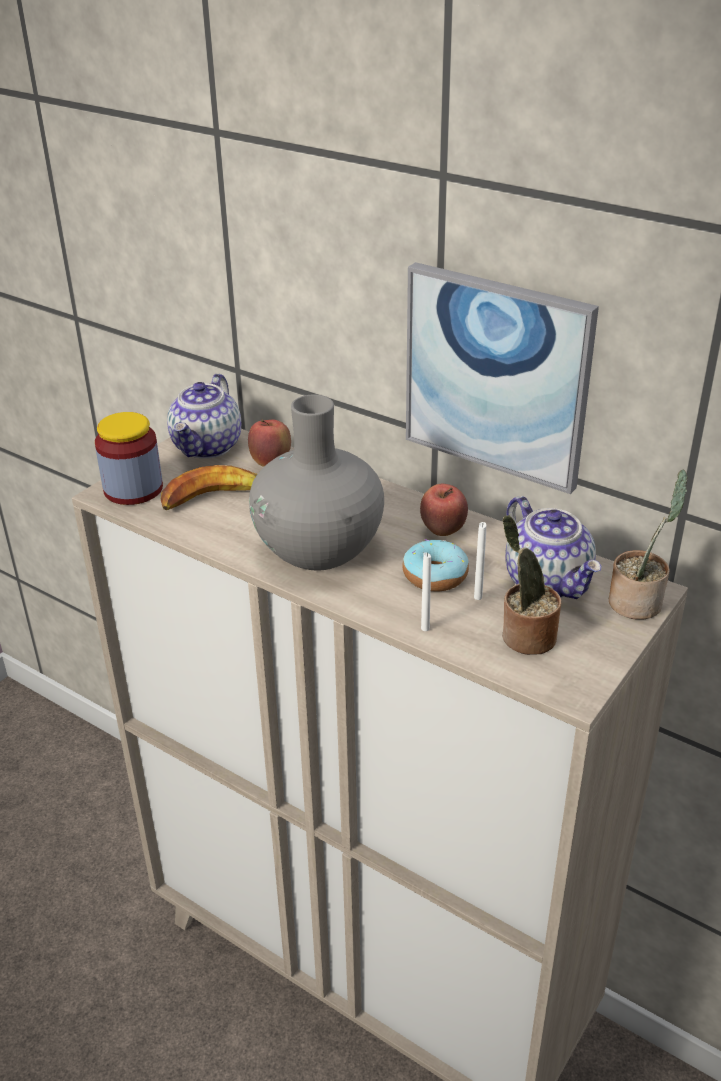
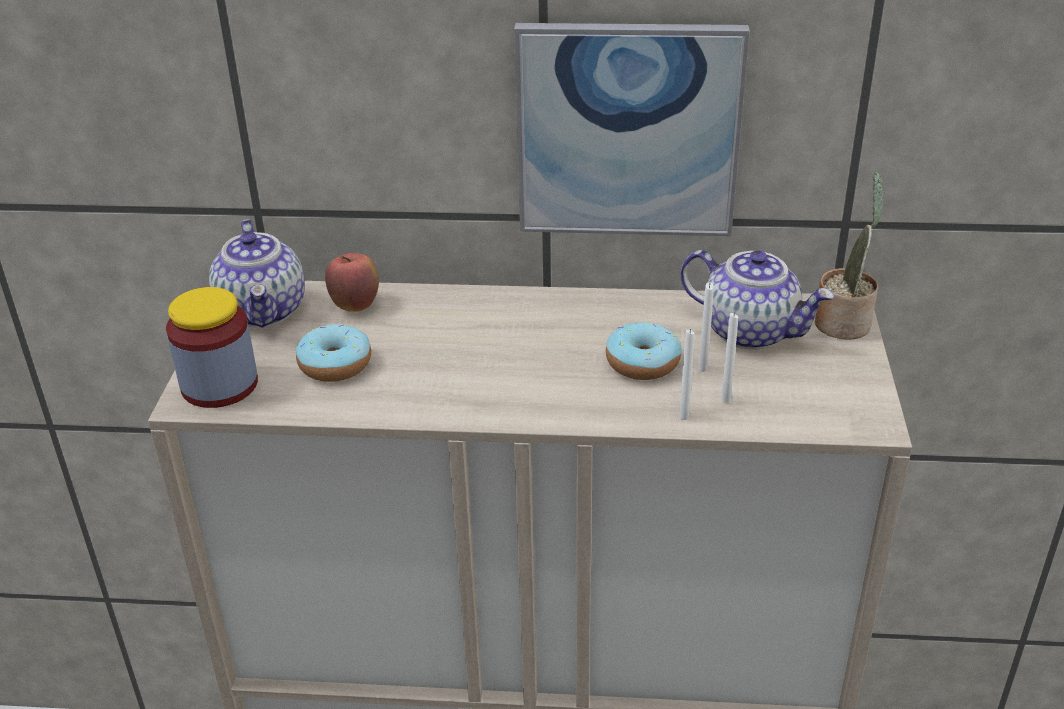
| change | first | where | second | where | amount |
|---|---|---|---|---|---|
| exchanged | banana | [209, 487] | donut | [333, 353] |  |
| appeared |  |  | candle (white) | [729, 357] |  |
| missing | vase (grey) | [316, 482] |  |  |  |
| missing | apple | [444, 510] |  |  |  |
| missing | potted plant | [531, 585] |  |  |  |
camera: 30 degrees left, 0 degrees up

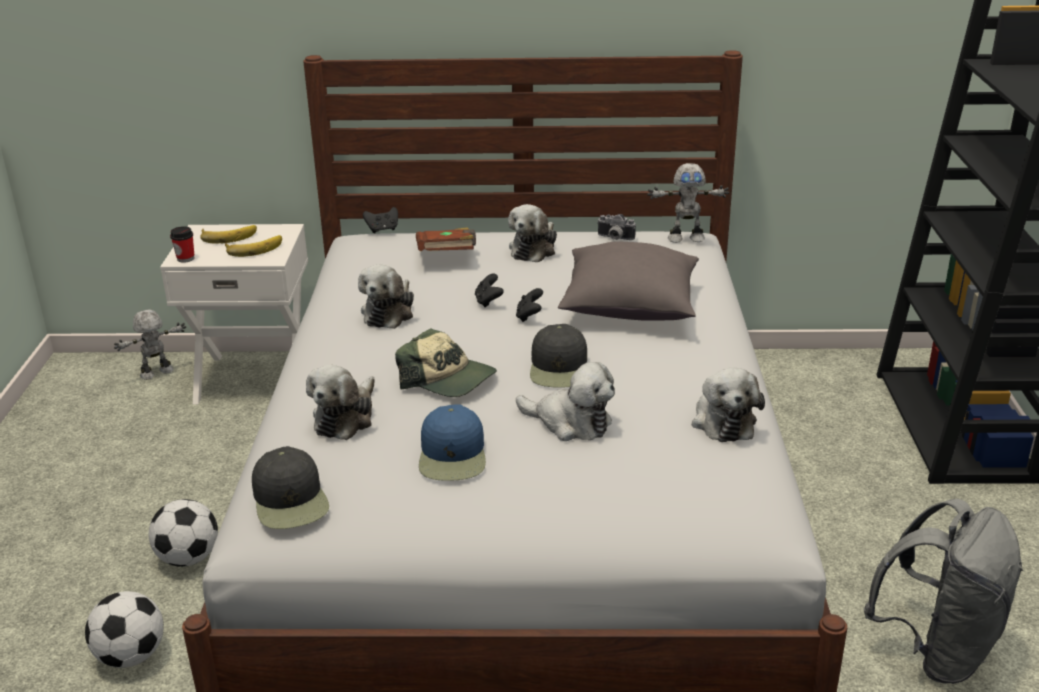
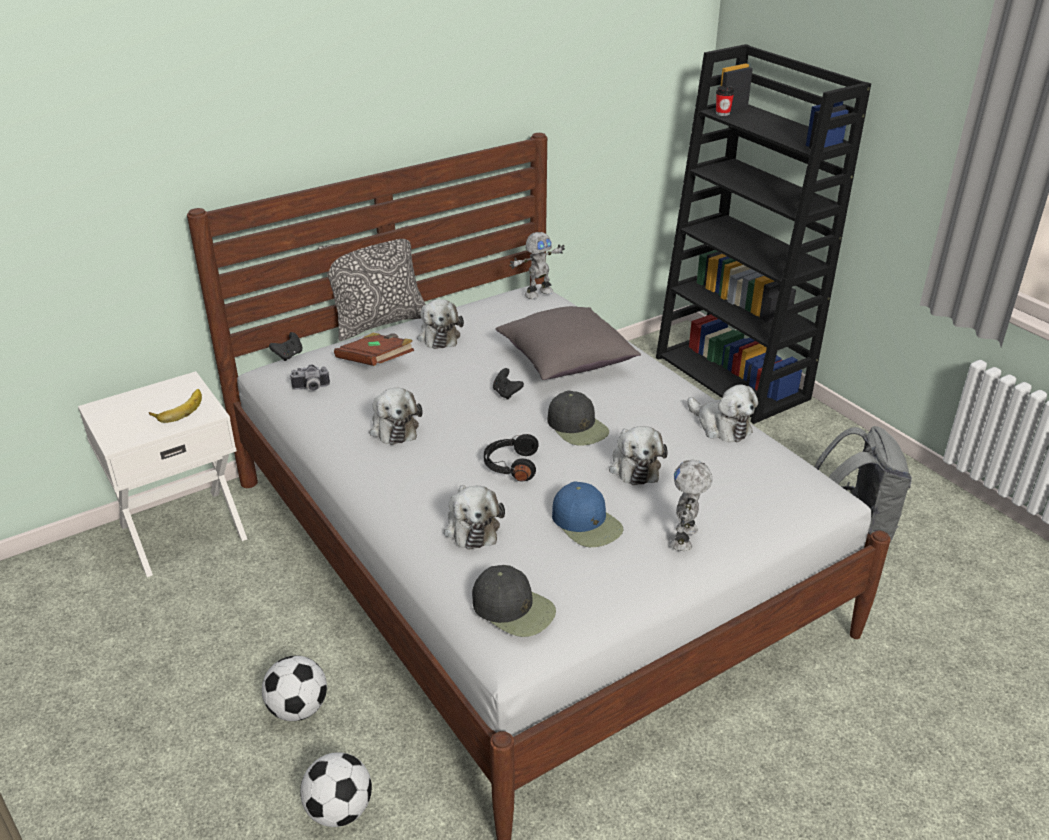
| change | first | where | second | where | amount |
|---|---|---|---|---|---|
| relocated | photo camera | [616, 227] |  | [310, 377] |  |
| appeared |  |  | pillow | [372, 283] |  |
| exchanged | cap | [446, 363] | headphones (black) | [511, 458] |  |
| spun | plush toy | [565, 401] |  | [638, 455] | 90 degrees clockwise |
| relocated | toy robot | [150, 345] |  | [691, 505] |  |
| relocated | cup | [182, 244] |  | [725, 101] |  |
| missing | banana | [228, 234] |  |  |  |
| missing | game controller (black) | [489, 290] |  |  |  |
camera: 35 degrees left, 5 degrees up

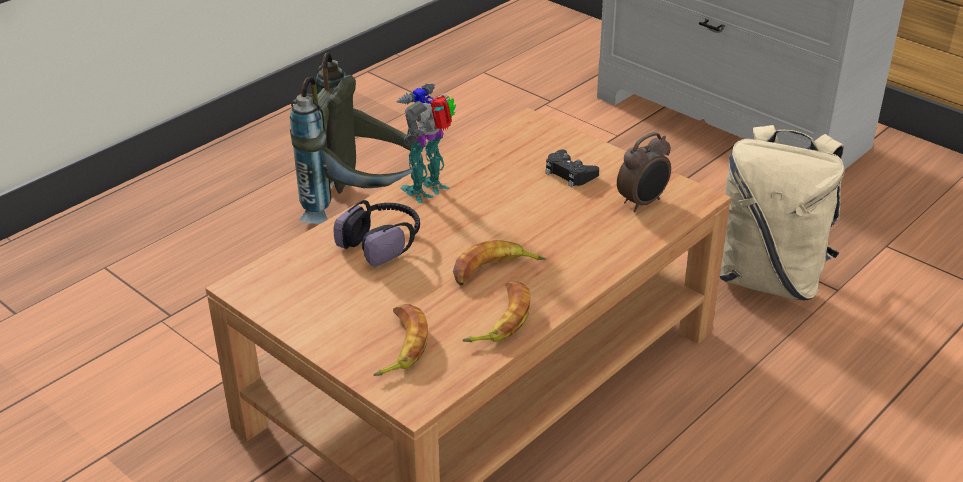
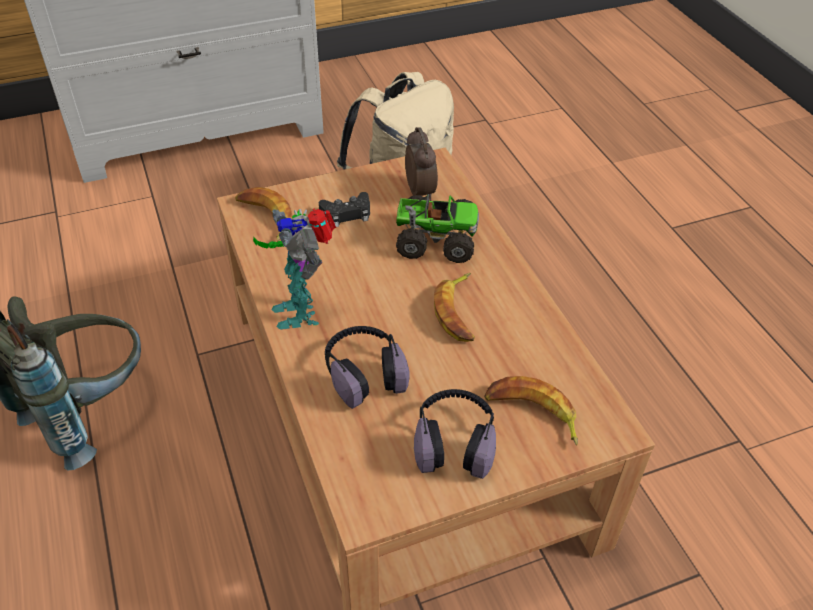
| change | first | where | second | where | amount |
|---|---|---|---|---|---|
| relocated | banana | [496, 311] |  | [263, 214] |  |
| appeared |  |  | toy truck | [437, 228] |  |
| appeared |  |  | headphones | [455, 434] |  |
camera: 65 degrees left, 10 degrees up

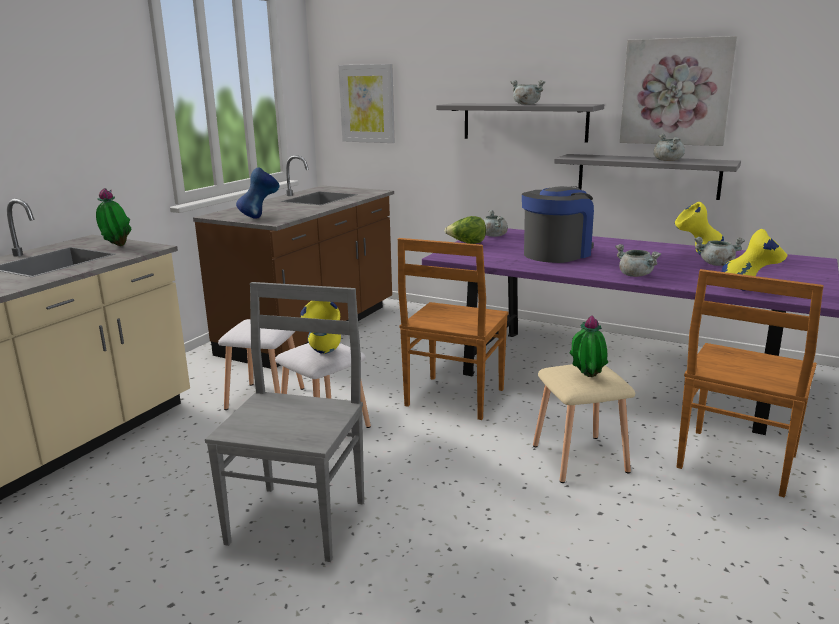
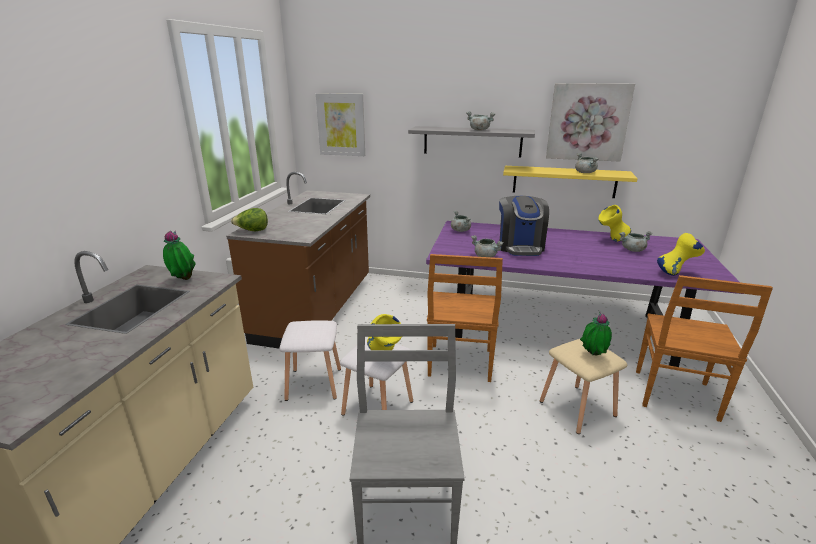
| change | first | where | second | where | amount |
|---|---|---|---|---|---|
| relocated | lettuce | [465, 230] |  | [249, 219] |  |
| relocated | cooking pot (grey) | [638, 260] |  | [487, 246] |  |
| spun | coffee machine | [558, 224] |  | [524, 226] | 150 degrees clockwise |
| colour | shelf (grey) | [647, 177] | shelf (yellow) | [570, 182] |  |
| missing | vase (blue) | [257, 193] |  |  |  |
camera: 15 degrees left, 5 degrees up

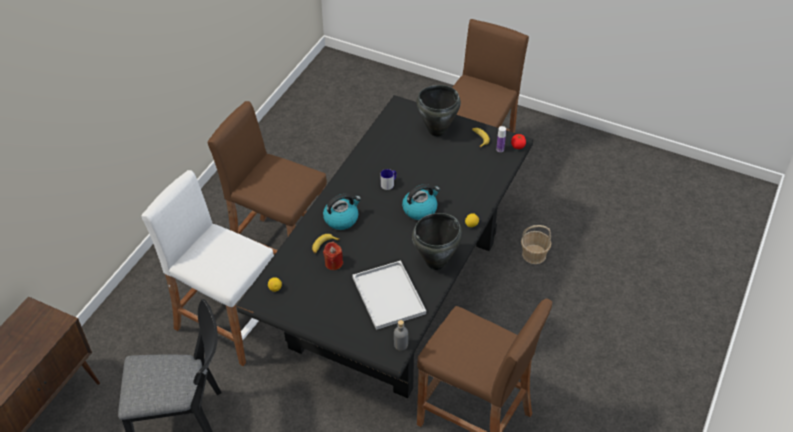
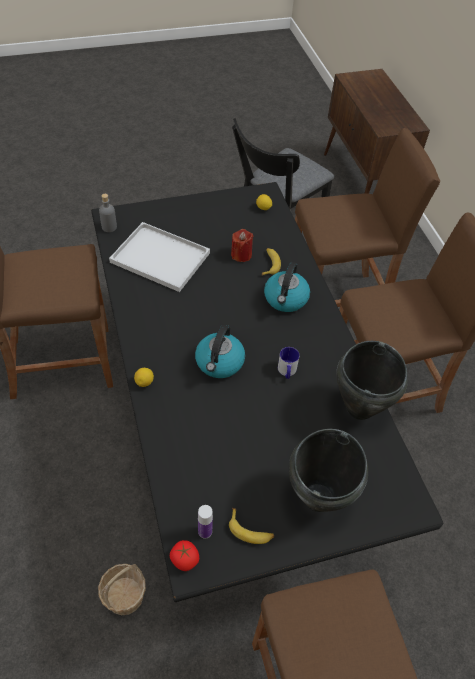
| change | first | where | second | where | amount |
|---|---|---|---|---|---|
| colour | stool (white) | [207, 268] | stool (brown) | [367, 217] |  |
| relocated | cooking pot (black) | [437, 241] |  | [372, 380] |  |
camera: 135 degrees right, 5 degrees up

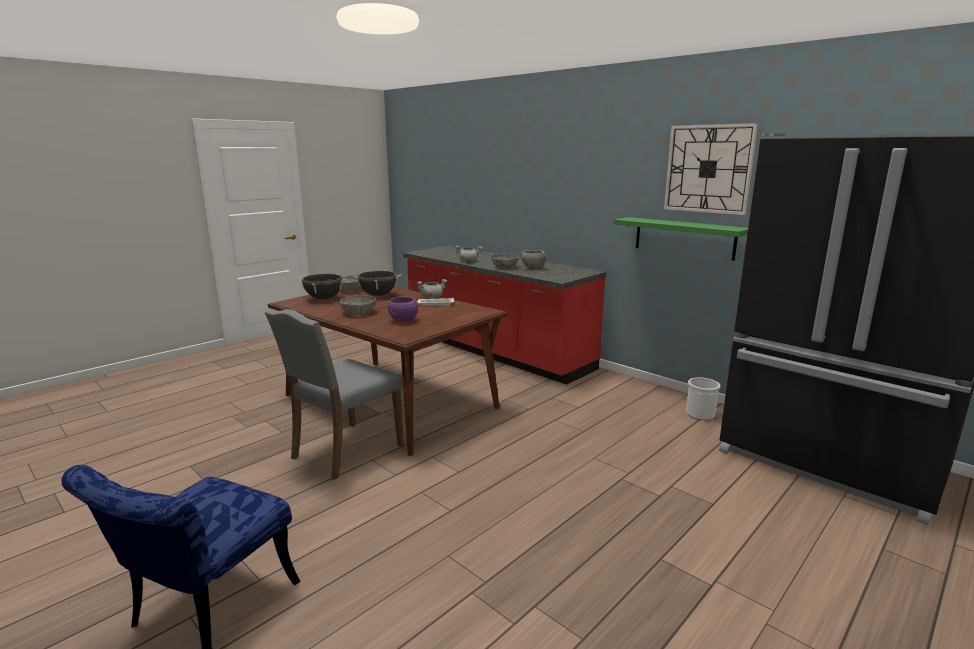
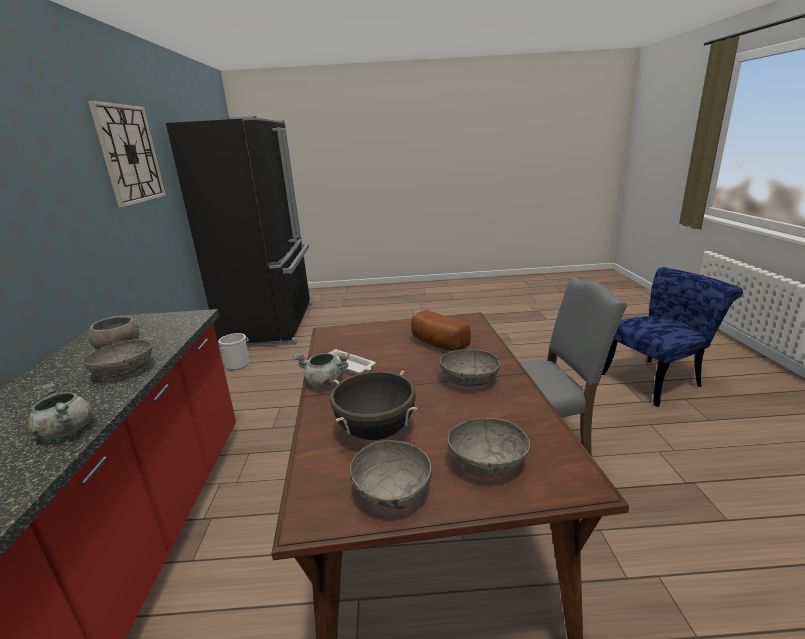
| change | first | where | second | where | amount |
|---|---|---|---|---|---|
| exchanged | bowl (purple) | [403, 309] | bread | [441, 330] |  |
| exchanged | cooking pot (black) | [322, 286] | bowl (grey) | [489, 447] |  |
| missing | shelf (green) | [681, 239] |  |  |  |
camera: 135 degrees left, 5 degrees up

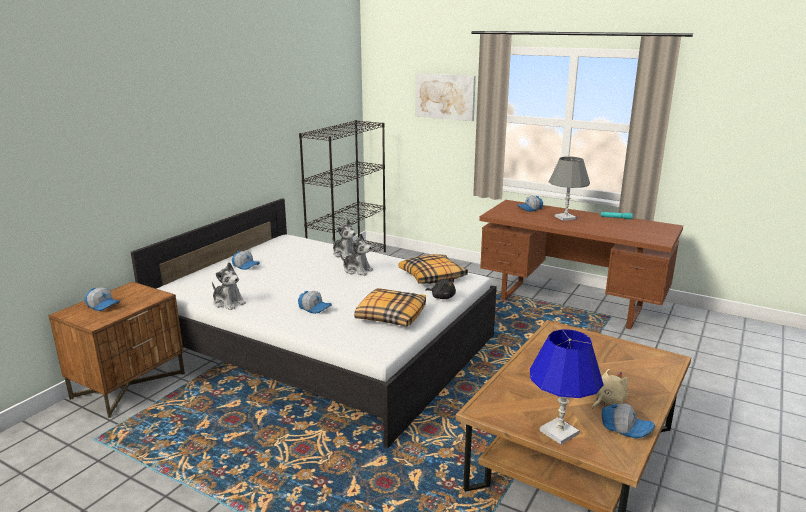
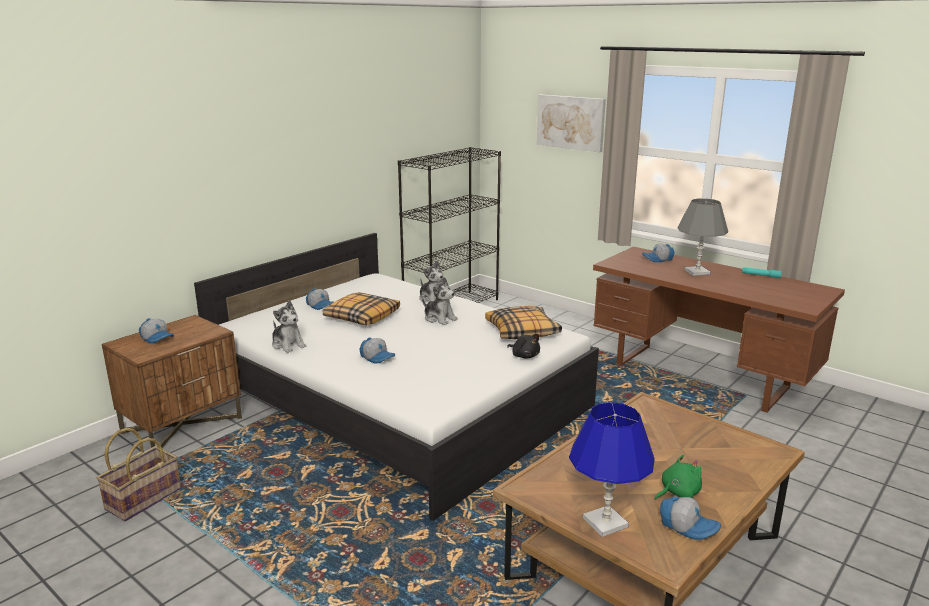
| change | first | where | second | where | amount |
|---|---|---|---|---|---|
| appeared |  |  | basket | [138, 474] |  |
| relocated | pillow | [390, 307] |  | [361, 309] |  |
| colour | plush toy (beige) | [610, 389] | plush toy (green) | [678, 477] |  |
camera: 10 degrees right, 0 degrees up

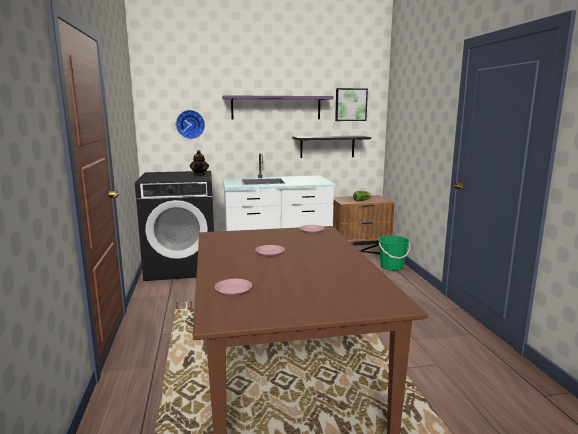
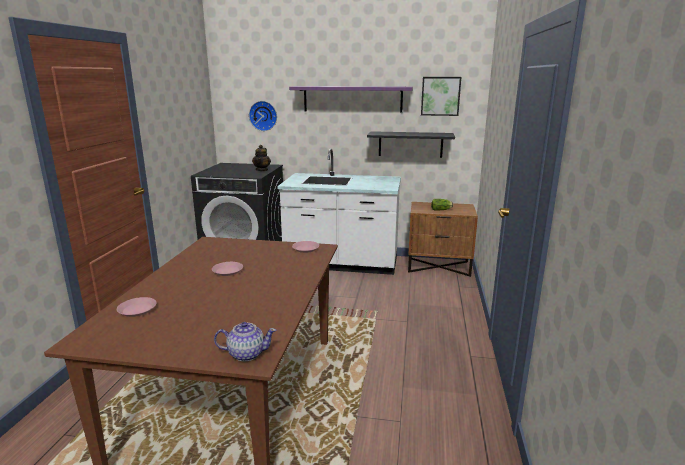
| change | first | where | second | where | amount |
|---|---|---|---|---|---|
| appeared |  |  | teapot | [245, 342] |  |
| missing | bucket (green) | [394, 253] |  |  |  |
camera: 20 degrees right, 5 degrees up

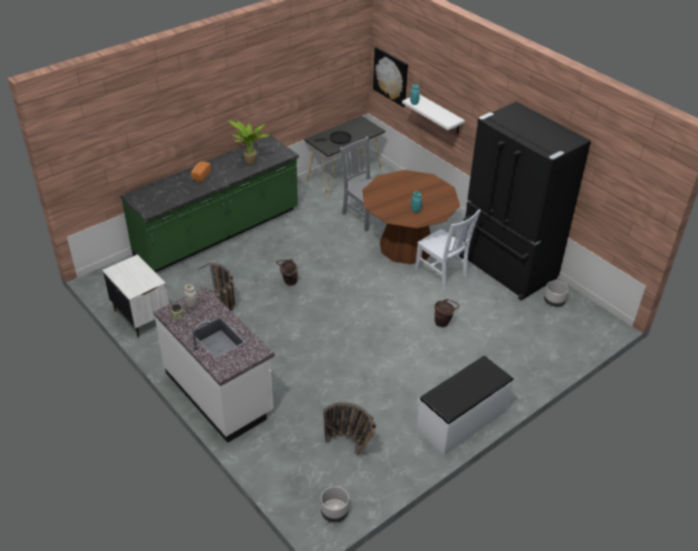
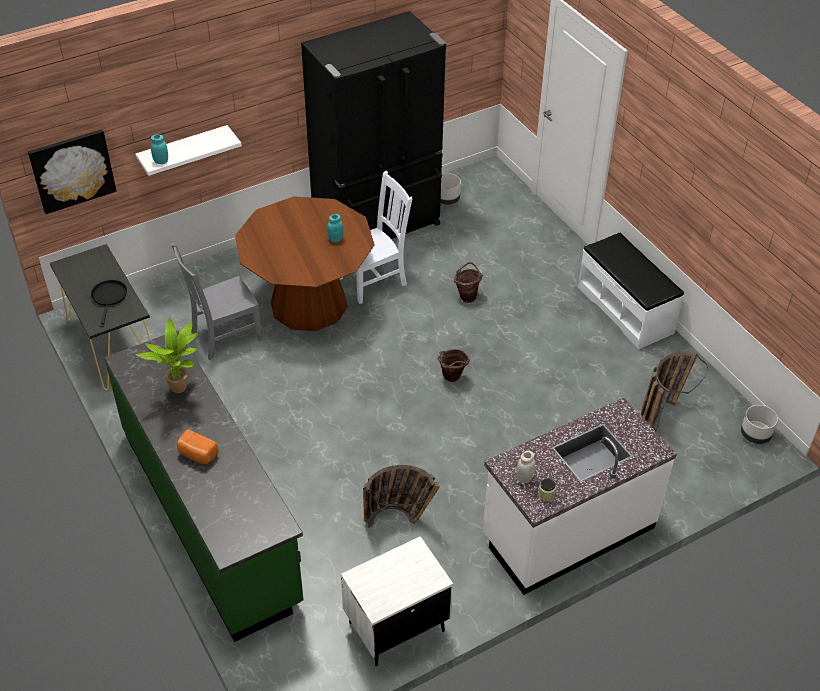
| change | first | where | second | where | amount |
|---|---|---|---|---|---|
| relocated | bucket (brown) | [287, 272] |  | [454, 365] |  |
camera: 80 degrees left, 5 degrees up

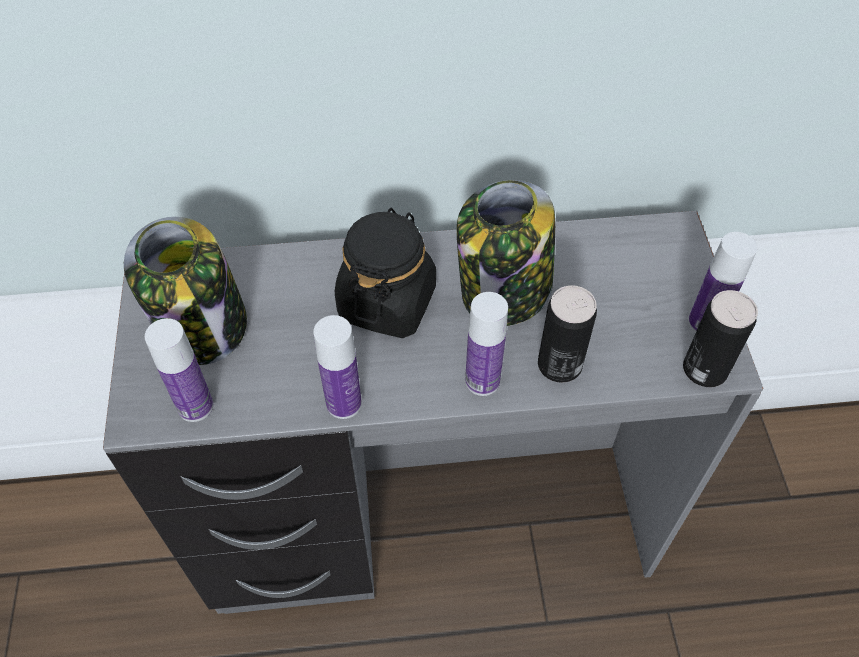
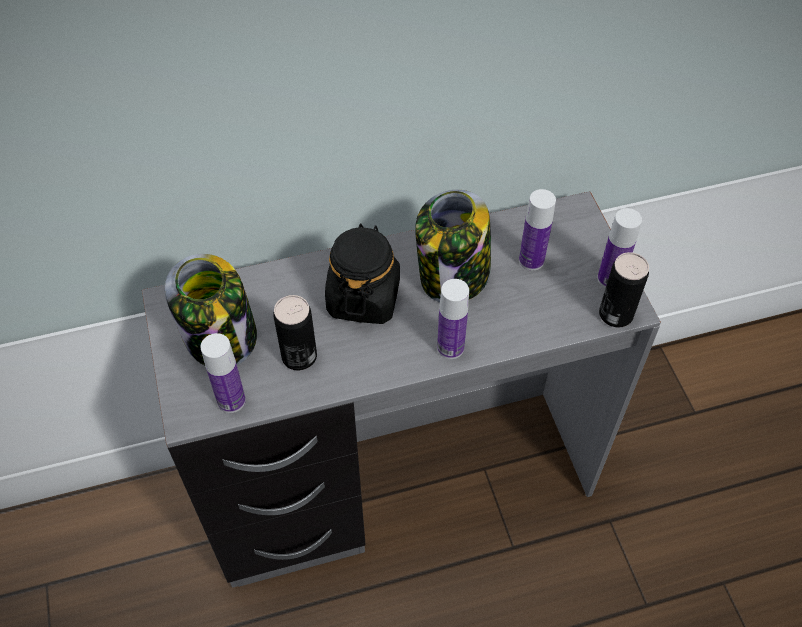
| change | first | where | second | where | amount |
|---|---|---|---|---|---|
| relocated | can | [567, 334] |  | [295, 332] |  |
| relocated | bottle | [337, 367] |  | [537, 229] |  |
camera: 10 degrees left, 0 degrees up

